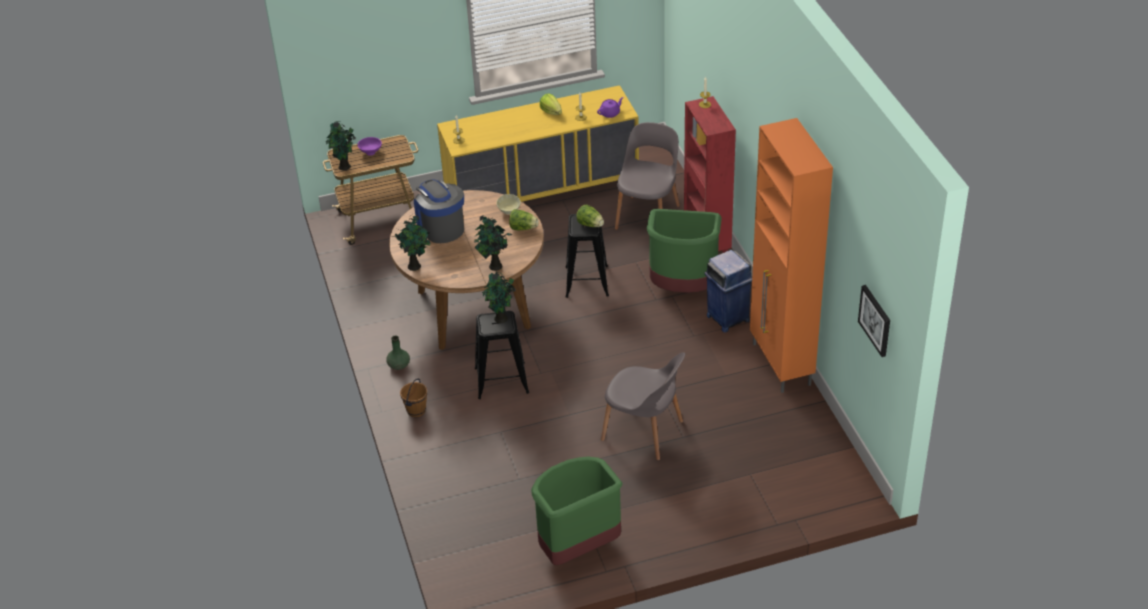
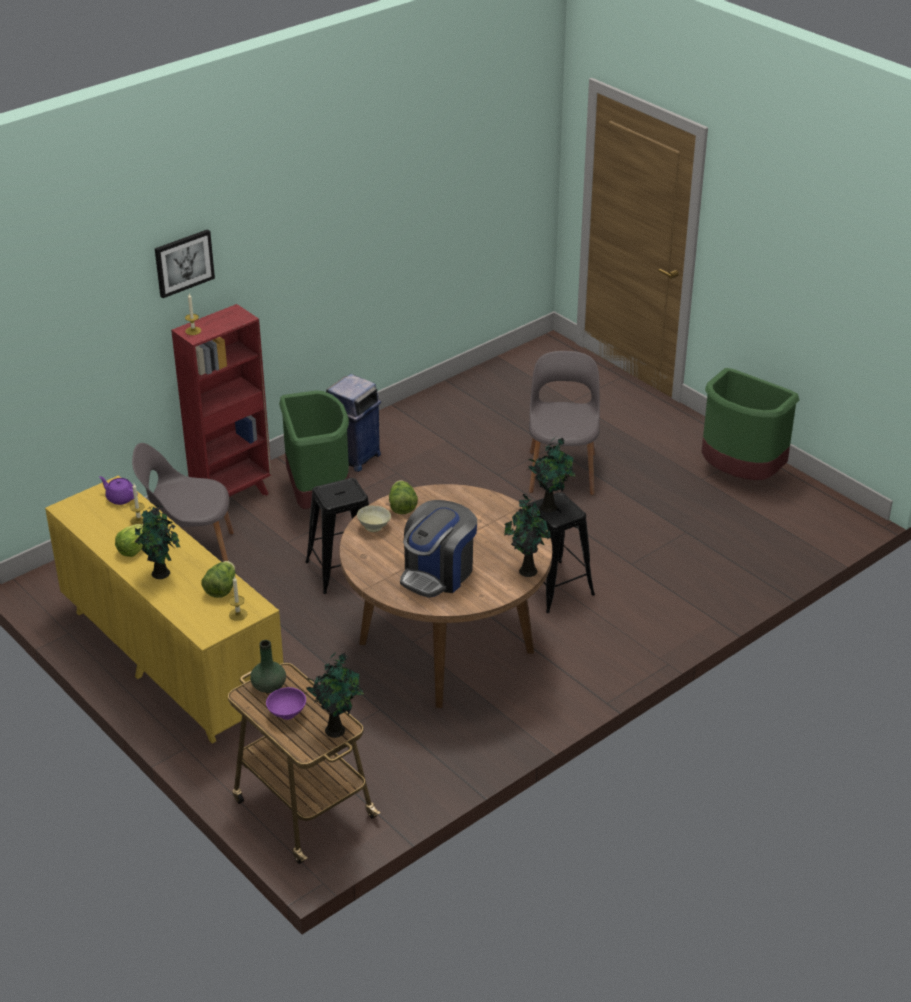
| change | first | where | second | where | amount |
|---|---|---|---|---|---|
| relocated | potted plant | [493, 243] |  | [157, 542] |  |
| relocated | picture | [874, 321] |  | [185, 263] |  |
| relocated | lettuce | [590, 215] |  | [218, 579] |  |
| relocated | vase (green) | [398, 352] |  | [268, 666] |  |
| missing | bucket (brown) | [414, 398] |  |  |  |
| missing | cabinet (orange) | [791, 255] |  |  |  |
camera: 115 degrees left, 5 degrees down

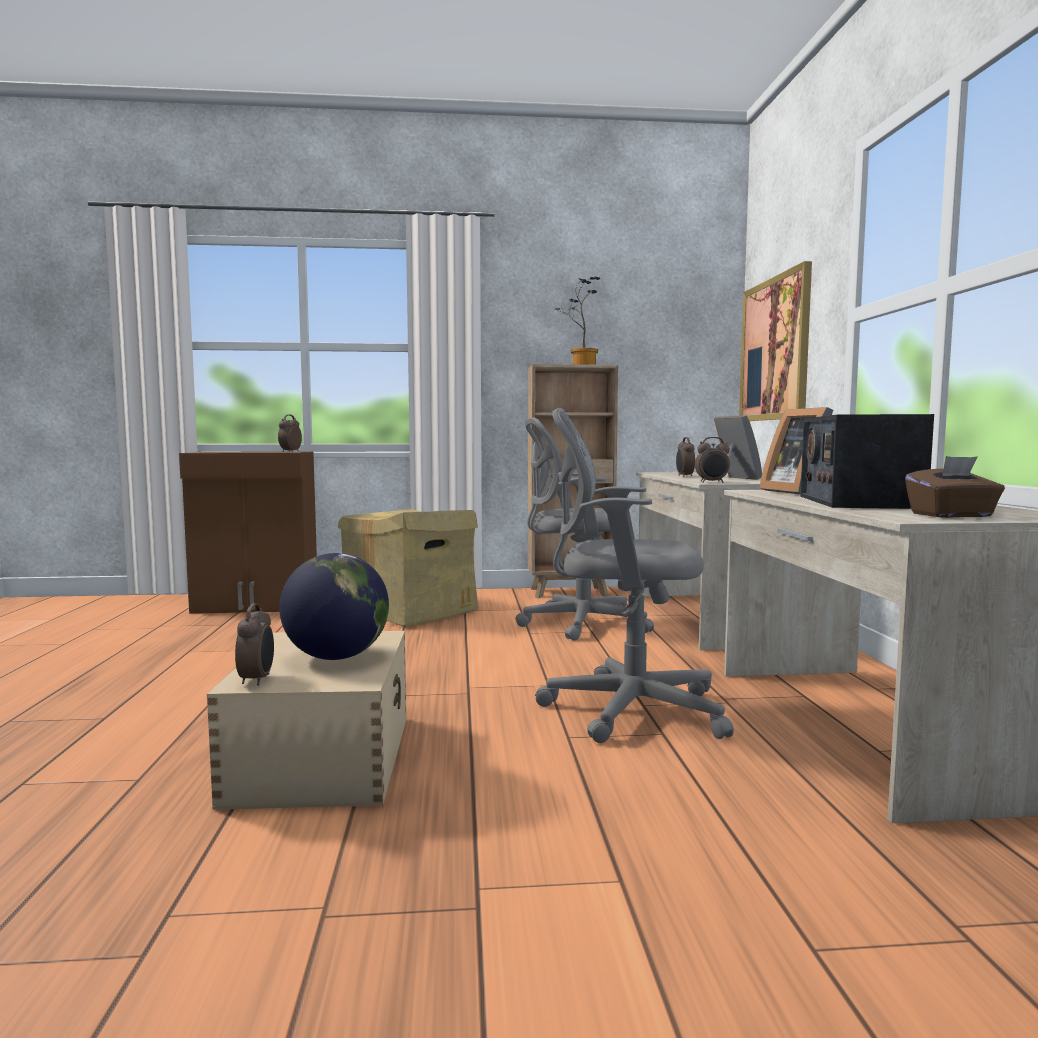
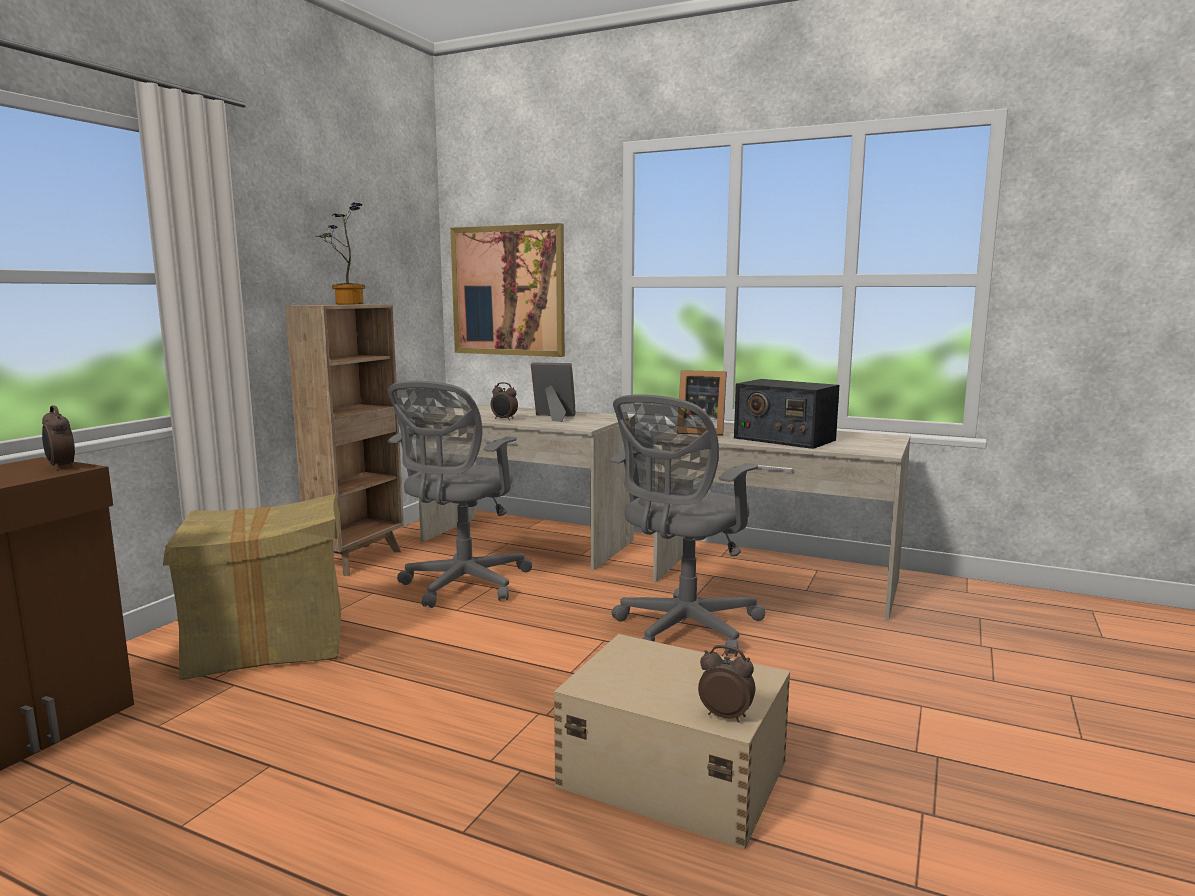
| change | first | where | second | where | amount |
|---|---|---|---|---|---|
| missing | globe | [334, 606] |  |  |  |
| missing | alarm clock | [712, 460] |  |  |  |
| missing | tissue box (brown) | [955, 487] |  |  |  |
camera: 60 degrees left, 5 degrees up

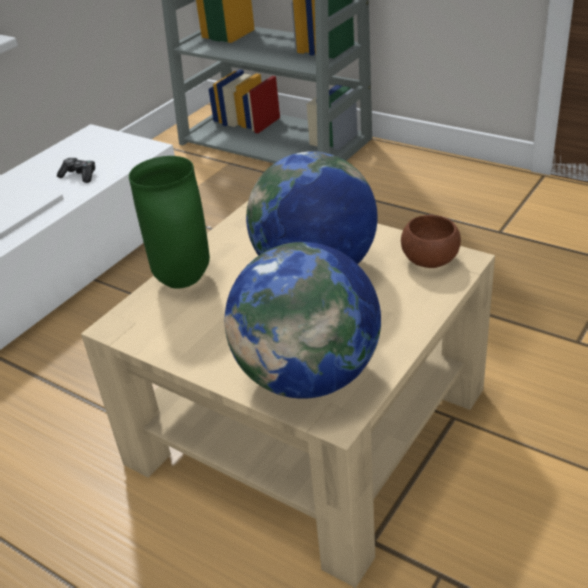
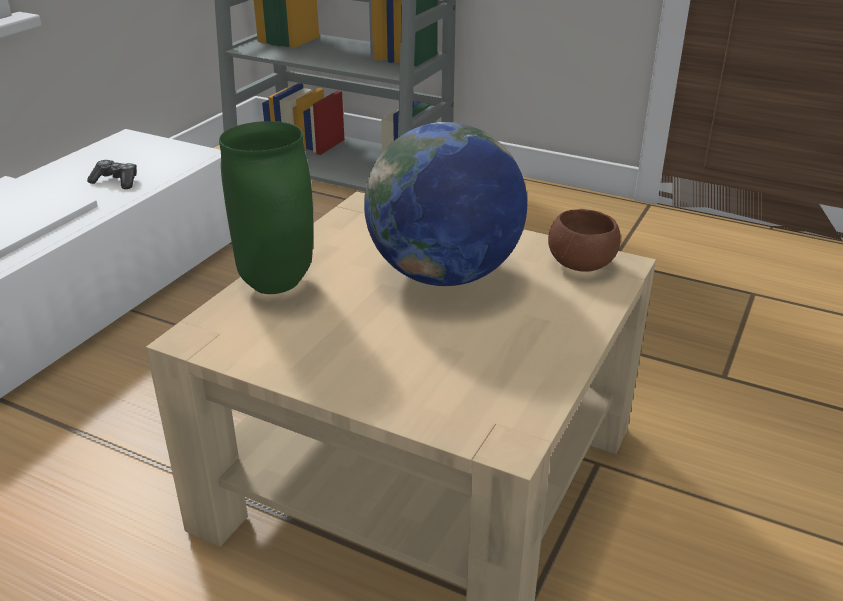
| change | first | where | second | where | amount |
|---|---|---|---|---|---|
| missing | globe | [303, 320] |  |  |  |
camera: 10 degrees left, 5 degrees down

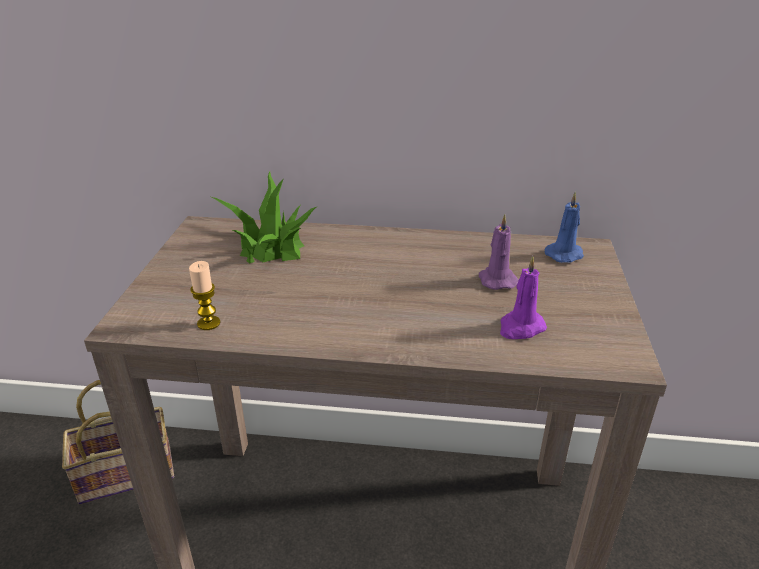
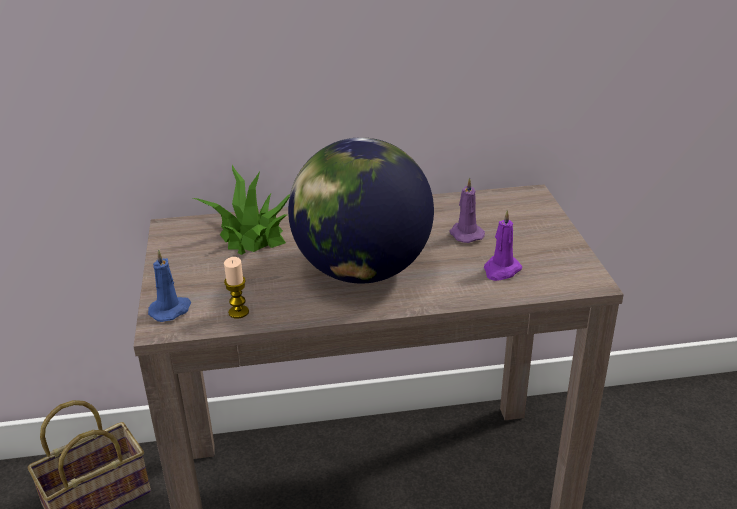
| change | first | where | second | where | amount |
|---|---|---|---|---|---|
| relocated | candle (blue) | [564, 227] |  | [169, 285] |  |
| appeared |  |  | globe | [361, 210] |  |
camera: 15 degrees left, 0 degrees up

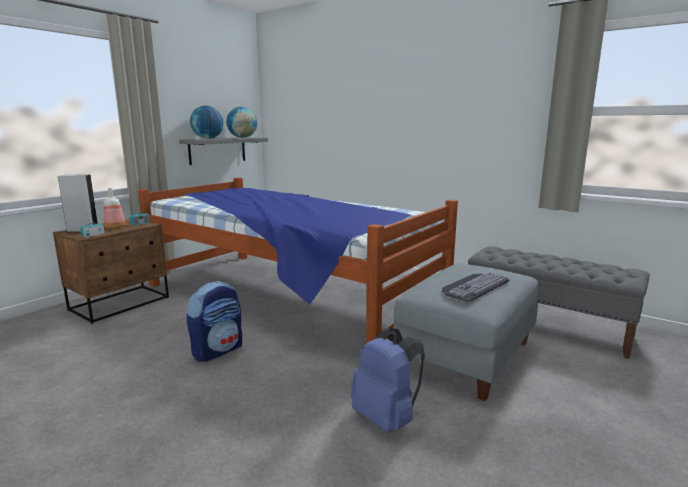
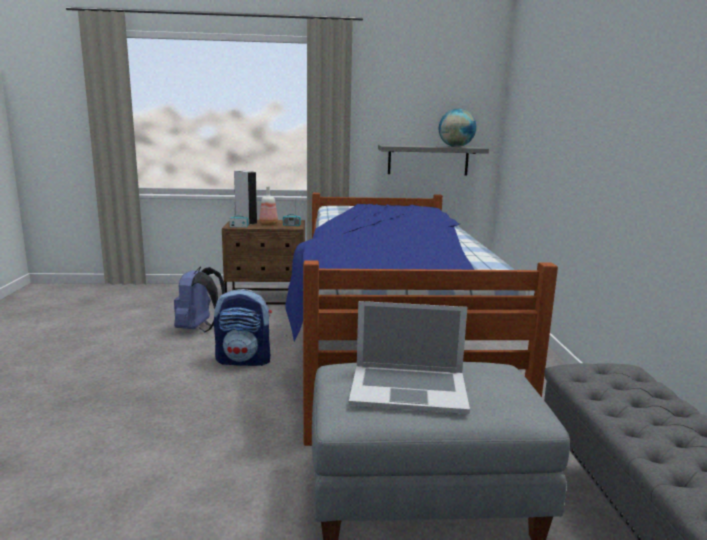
| change | first | where | second | where | amount |
|---|---|---|---|---|---|
| relocated | backpack (blue) | [388, 380] |  | [199, 299] |  |
| exchanged | keyboard | [476, 287] | laptop | [409, 357] |  |
| missing | globe | [207, 122] |  |  |  |
camera: 50 degrees right, 0 degrees up

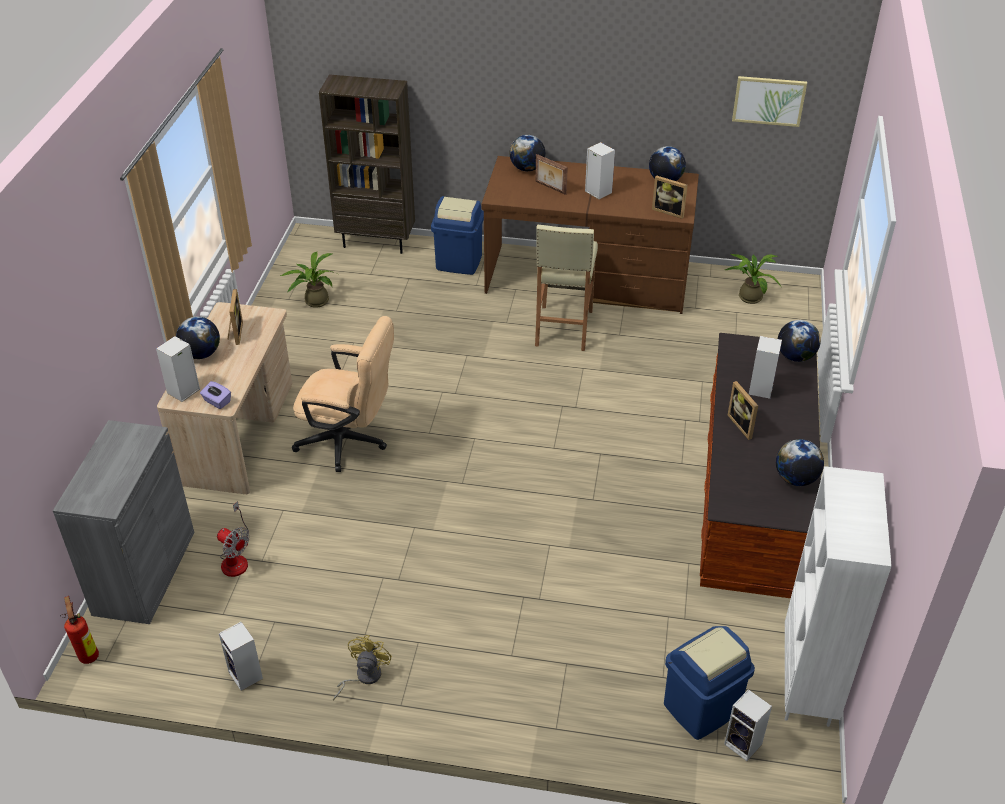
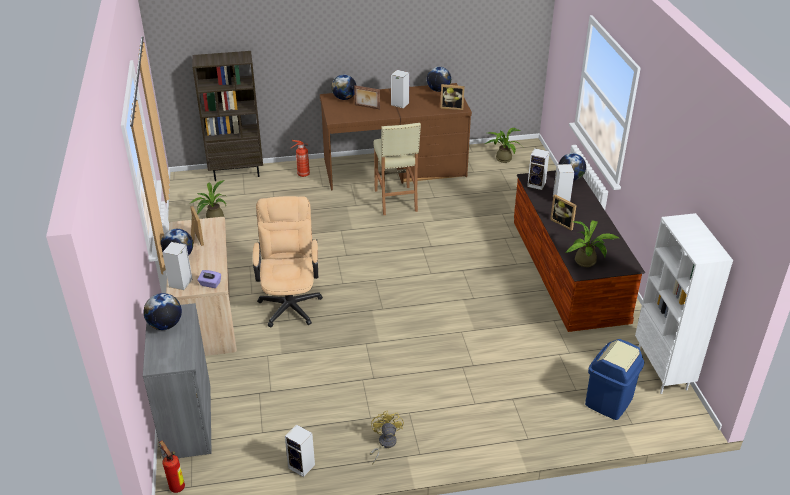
| change | first | where | second | where | amount |
|---|---|---|---|---|---|
| relocated | globe | [800, 462] |  | [163, 311] |  |
| spun | office chair (beige) | [343, 394] |  | [288, 261] | 90 degrees counterclockwise |
| exchanged | trash can (blue) | [457, 235] | fire extinguisher | [300, 158] |  |
| relocated | speaker | [748, 725] |  | [538, 169] |  |
| appeared |  |  | potted plant | [592, 243] |  |
| missing | fan | [233, 539] |  |  |  |
| missing | picture | [769, 101] |  |  |  |
camera: 20 degrees left, 5 degrees down

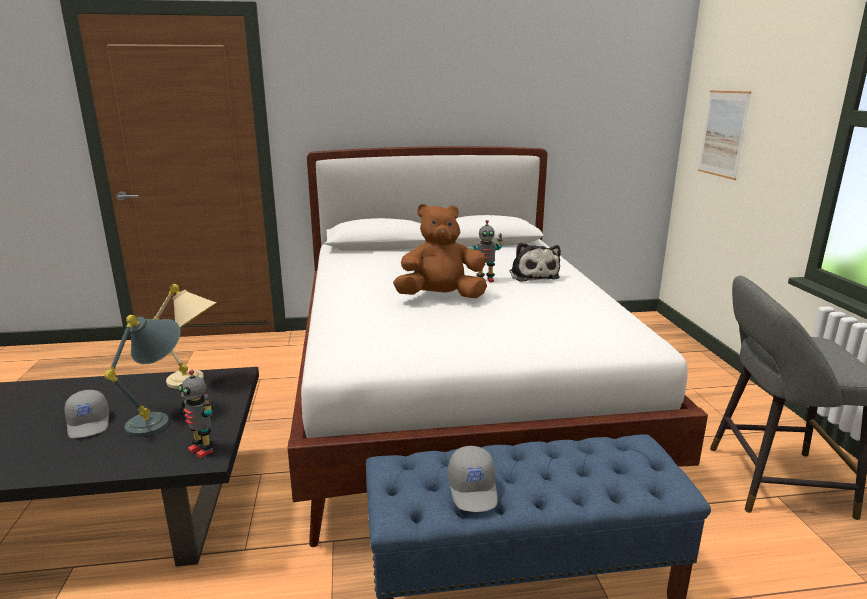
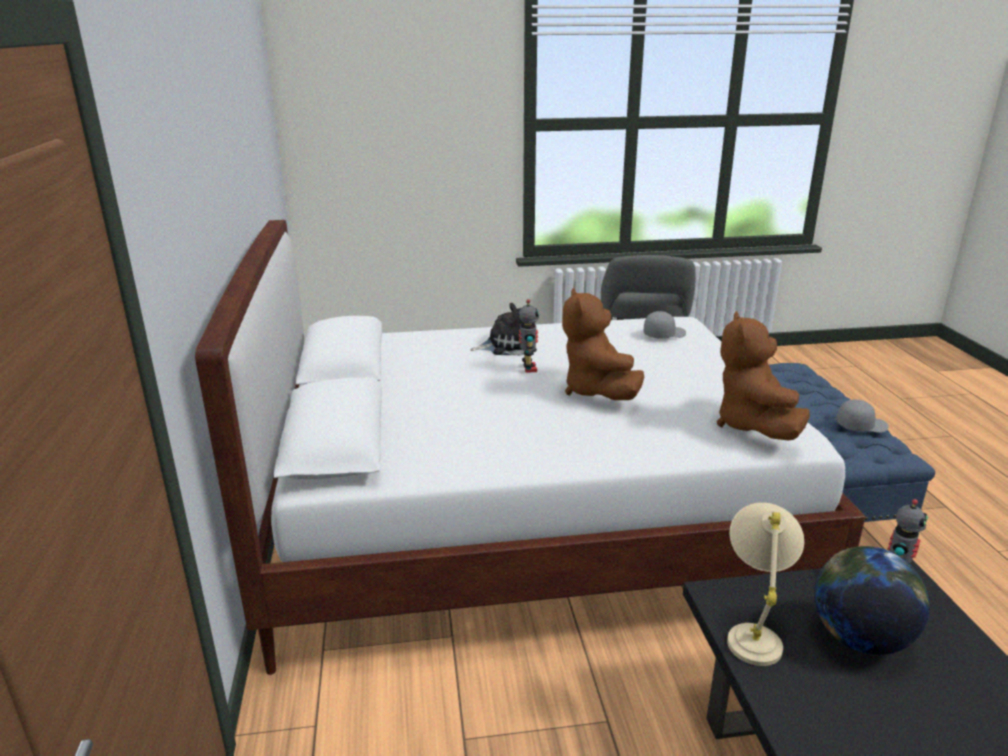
| change | first | where | second | where | amount |
|---|---|---|---|---|---|
| relocated | cap (grey) | [87, 414] |  | [664, 325] |  |
| appeared |  |  | plush toy (brown) | [763, 375] |  |
| exchanged | table lamp (grey) | [142, 376] | globe | [872, 600] |  |
| missing | picture | [724, 135] |  |  |  |
camera: 90 degrees left, 5 degrees up

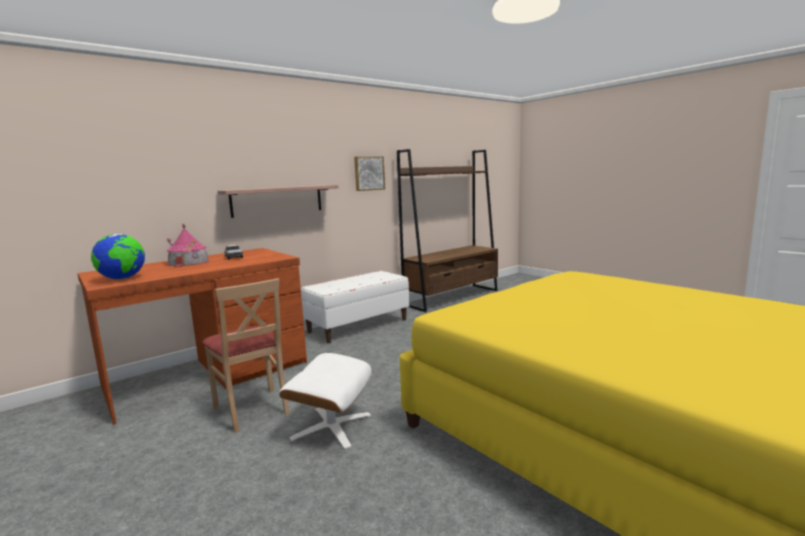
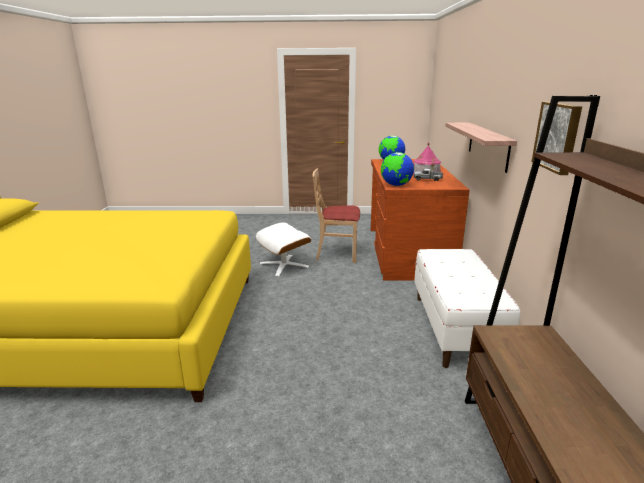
| change | first | where | second | where | amount |
|---|---|---|---|---|---|
| appeared |  |  | globe | [397, 169] |  |
camera: 130 degrees right, 10 degrees up

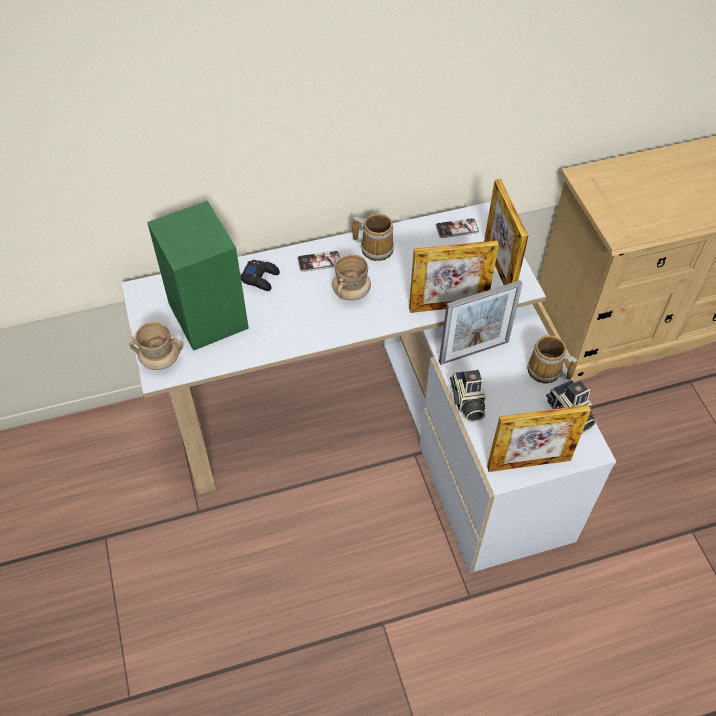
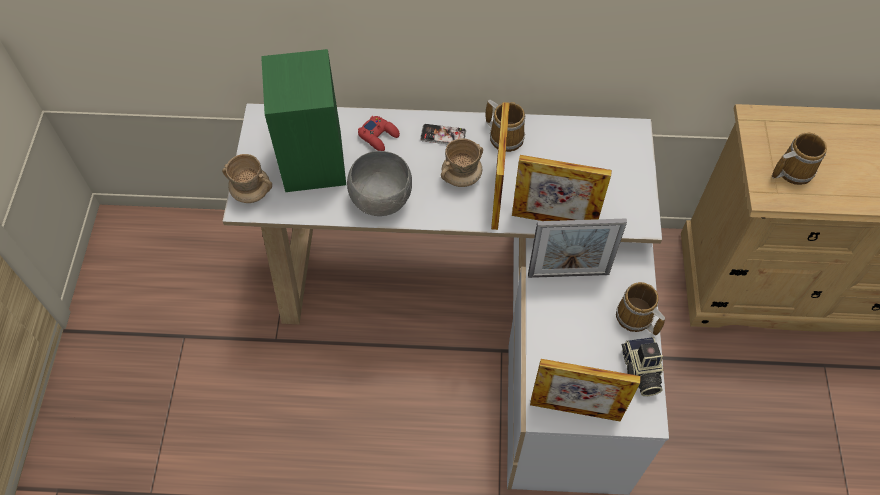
| change | first | where | second | where | amount |
|---|---|---|---|---|---|
| appeared |  |  | bowl (grey) | [379, 183] |  |
| colour | game controller (black) | [260, 275] | game controller (red) | [379, 133] |  |
| relocated | picture frame | [506, 232] |  | [500, 166] |  |
| appeared |  |  | mug | [799, 159] |  |
| missing | phone | [457, 228] |  |  |  |
| missing | photo camera | [468, 395] |  |  |  |
camera: 20 degrees right, 5 degrees up

